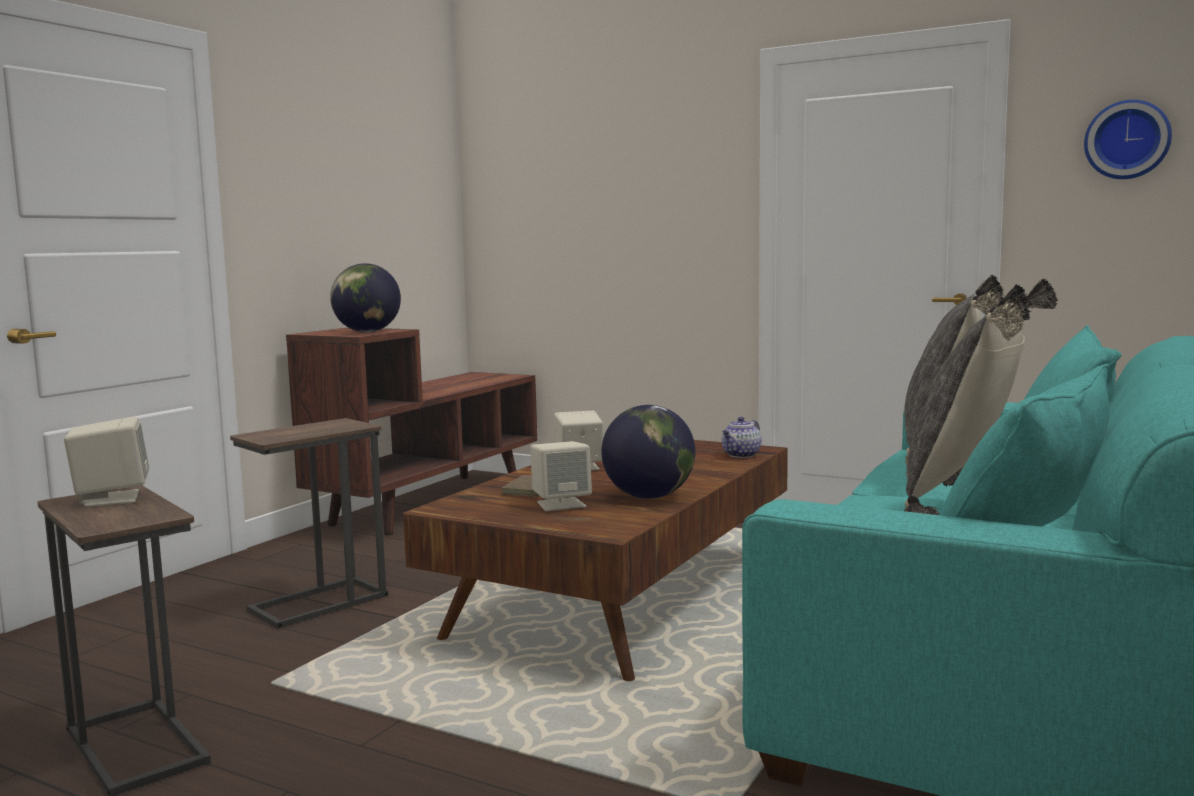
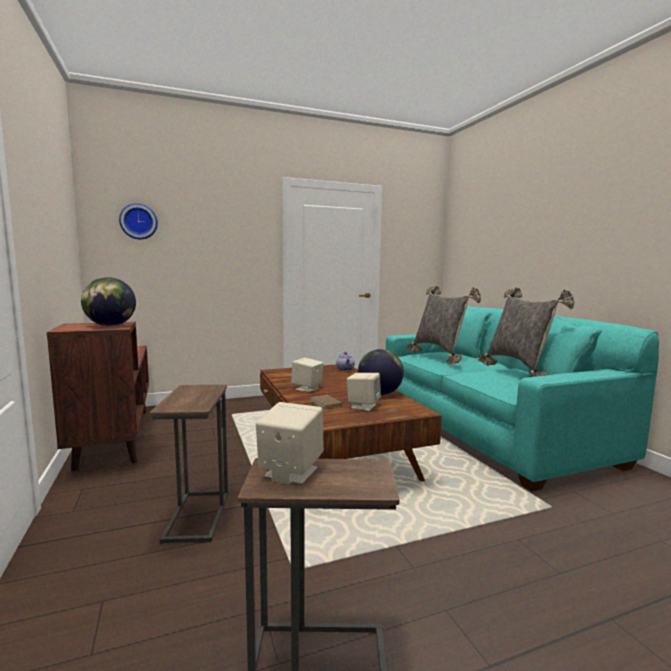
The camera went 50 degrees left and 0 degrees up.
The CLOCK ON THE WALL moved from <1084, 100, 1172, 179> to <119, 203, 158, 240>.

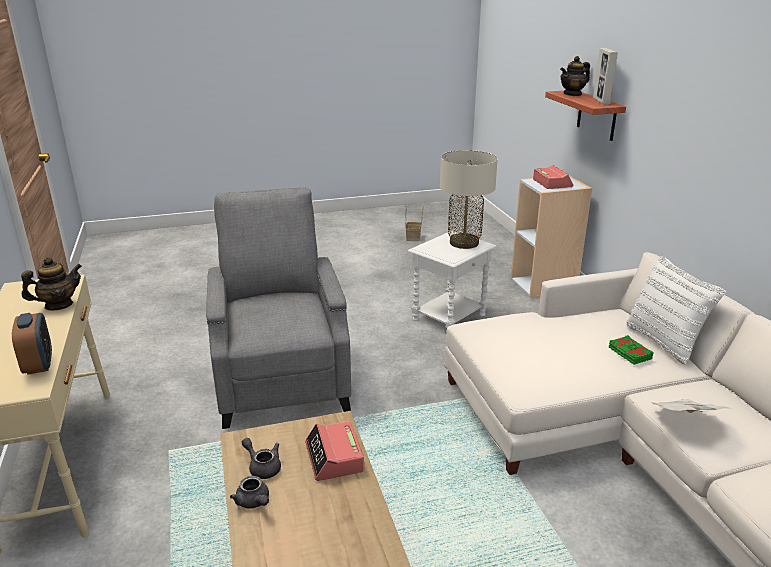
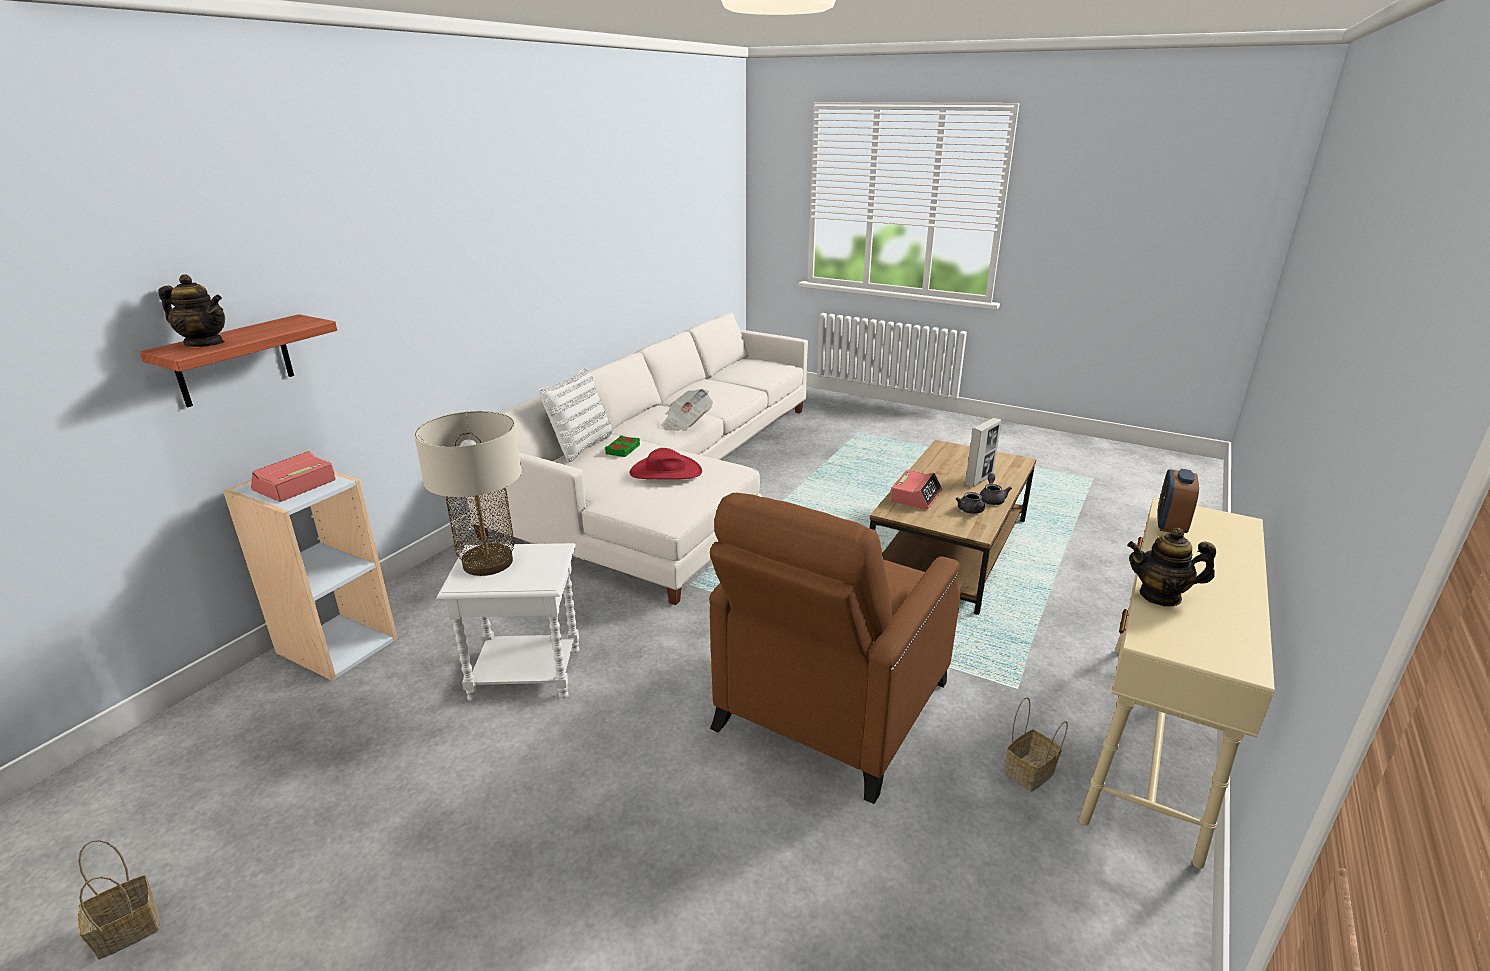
The camera went 135 degrees left and 0 degrees up.
The GRAY ARMCHAIR at <206, 187, 351, 429> became the BROWNISH ARMCHAIR at <709, 493, 961, 804>.
The STANDING FRAME moved from <593, 48, 618, 105> to <965, 418, 1001, 487>.
The RED-COLOURED CLOTHING HAT at <630, 448, 702, 479> appeared.
The HOUSEHOLD BASKET at <1005, 697, 1068, 792> appeared.

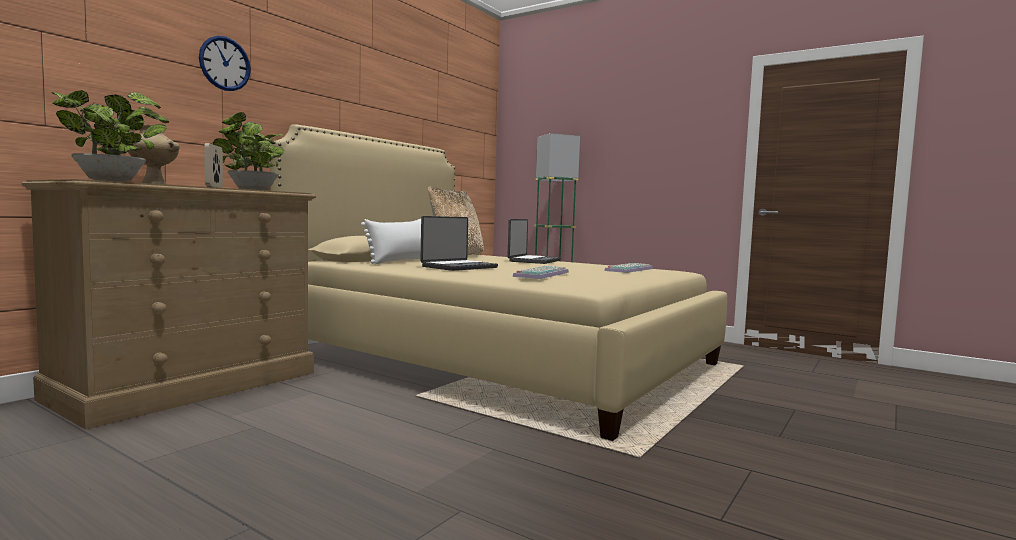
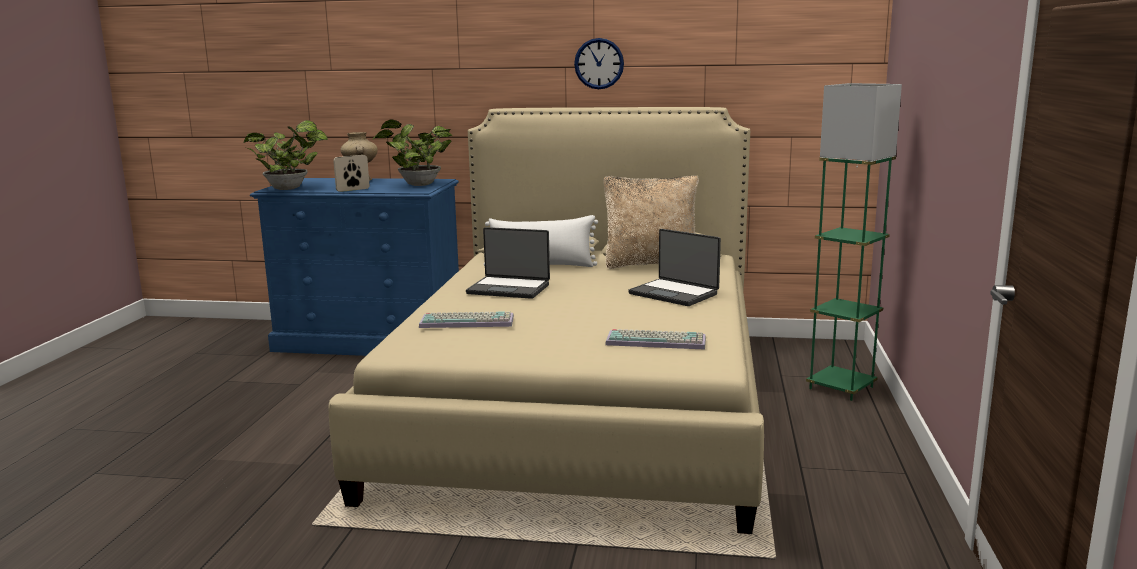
The camera went 65 degrees right and 10 degrees up.
The SAND-COLOURED CHEST OF DRAWERS at <22, 179, 316, 430> became the BLUE-COLOURED CHEST OF DRAWERS at <250, 178, 459, 356>.
The CLOCK ON THE WALL moved from <199, 36, 251, 91> to <574, 38, 624, 89>.
The LAPTOP at <507, 219, 561, 264> turned 45 degrees clockwise.

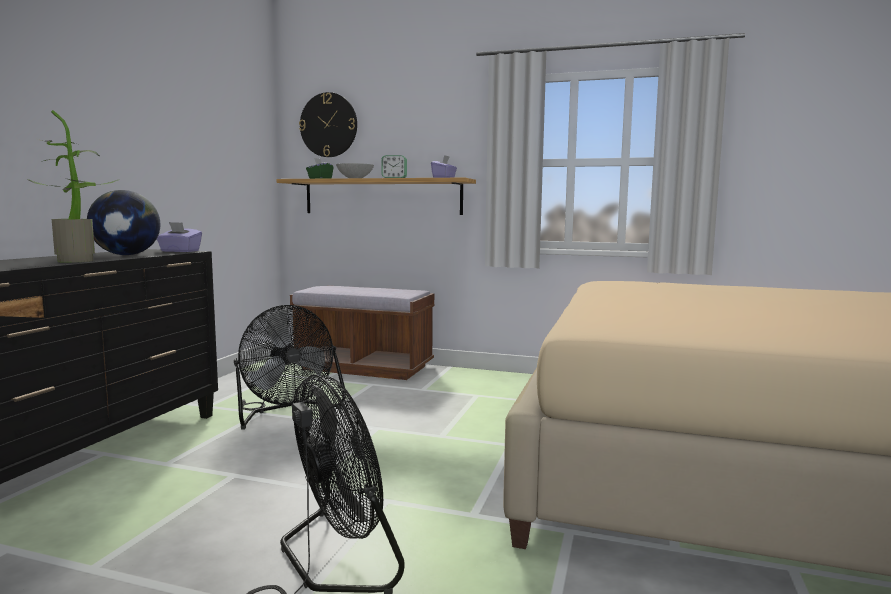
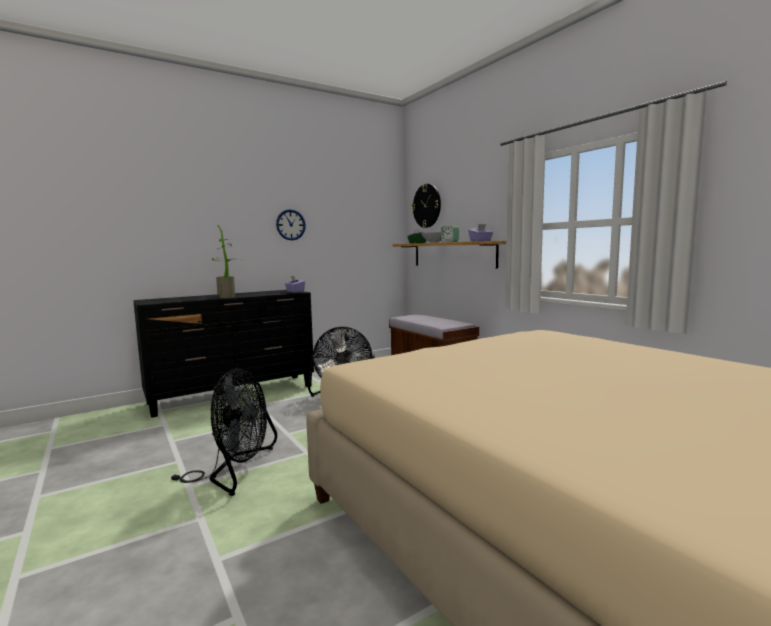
The camera went 40 degrees right and 0 degrees up.
The GLOBE at <87, 190, 160, 255> disappeared.
The CLOCK ON THE WALL at <276, 209, 306, 240> appeared.

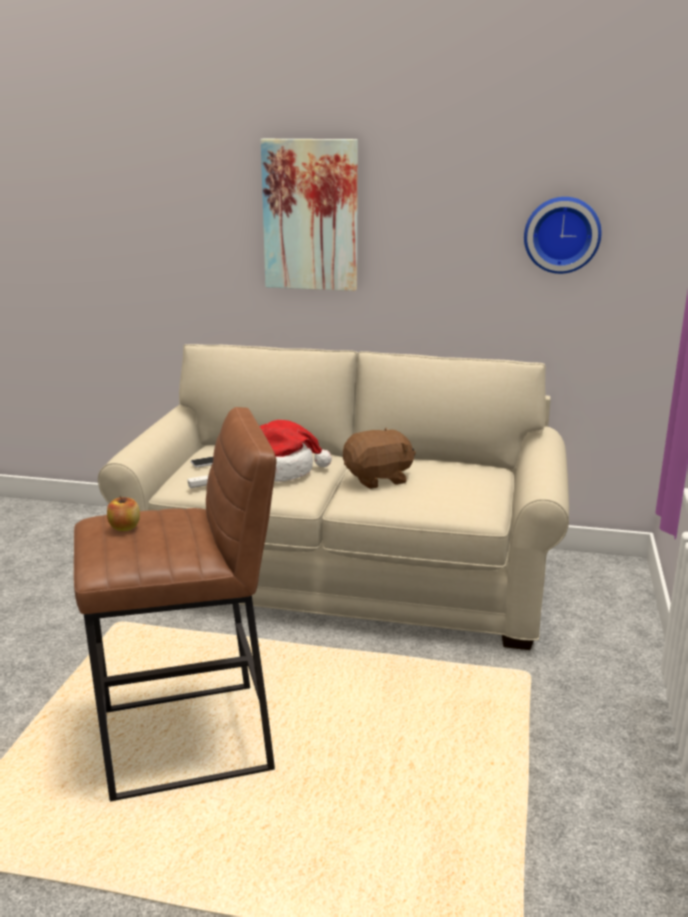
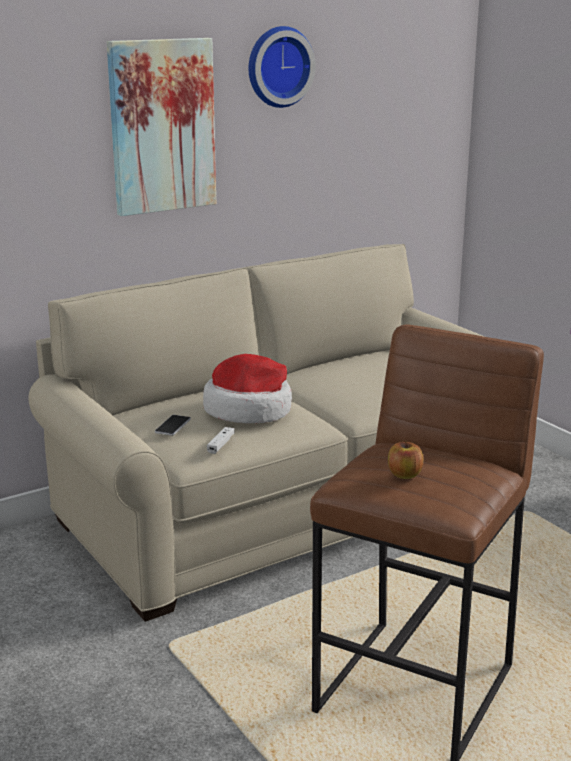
The camera went 45 degrees left and 0 degrees up.
The BROWNISH CUDDLY TOY at <343, 428, 416, 489> disappeared.
The CLOCK ON THE WALL moved from <524, 197, 601, 274> to <249, 26, 316, 108>.

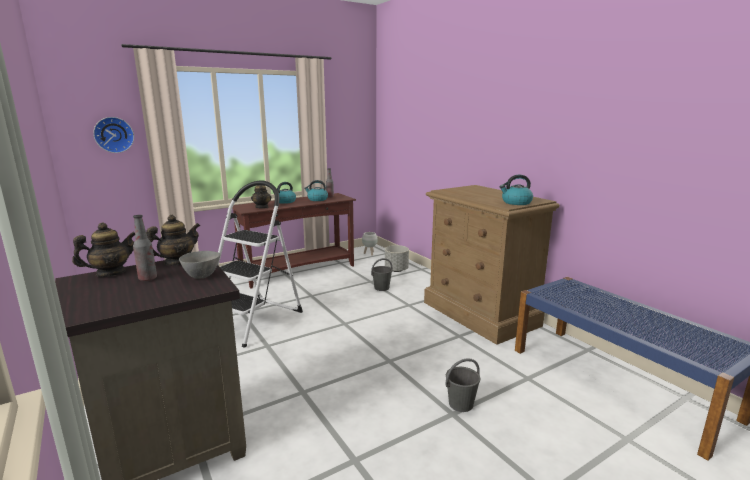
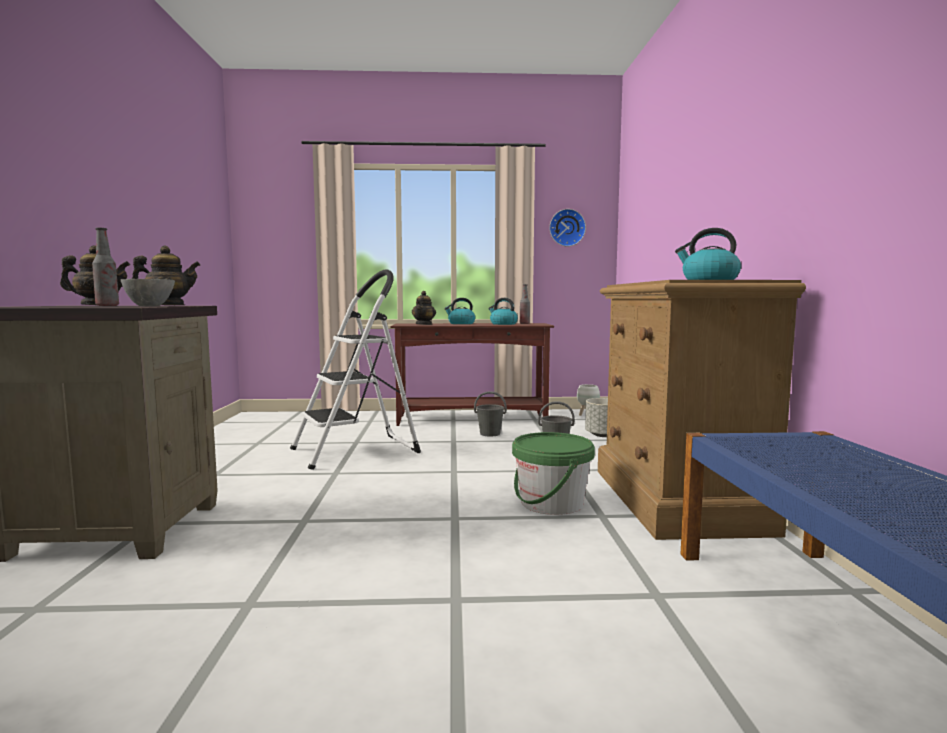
The camera went 30 degrees right and 10 degrees down.
The CLOCK ON THE WALL moved from <93, 117, 134, 153> to <549, 209, 586, 247>.
The GRAY BUCKET moved from <446, 358, 480, 412> to <474, 391, 507, 436>.
The GREEN BUCKET at <512, 432, 595, 515> appeared.

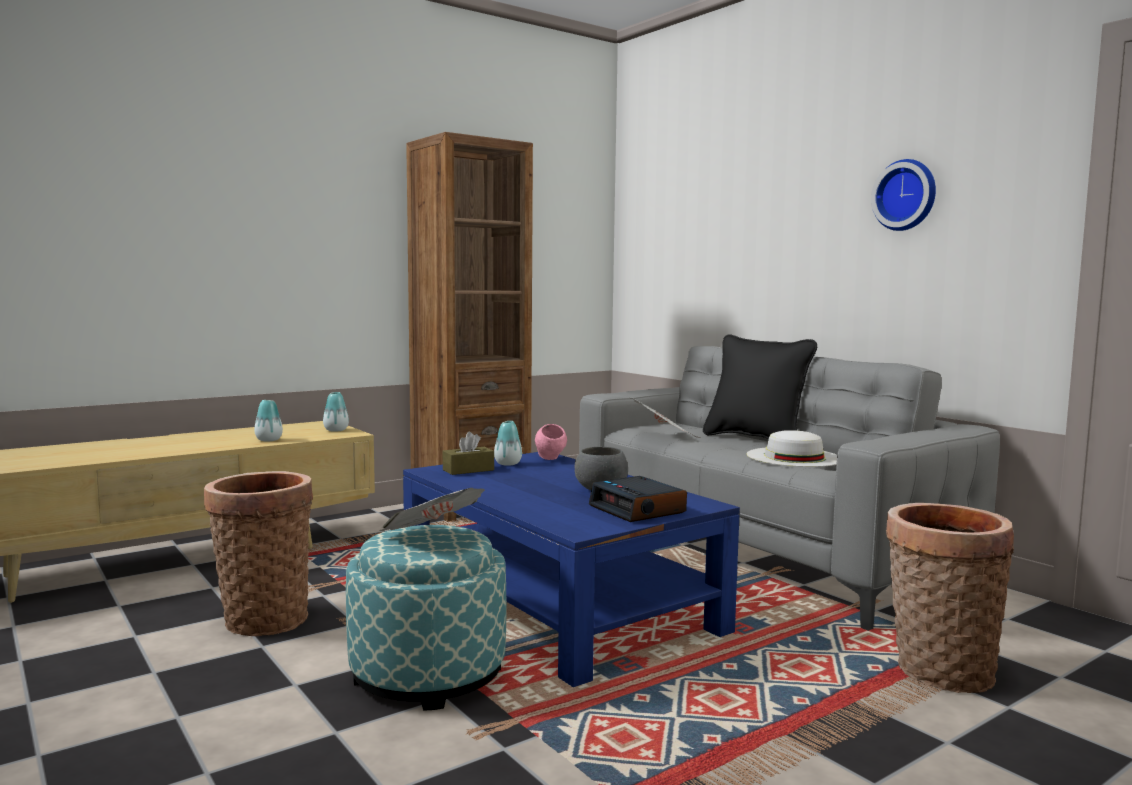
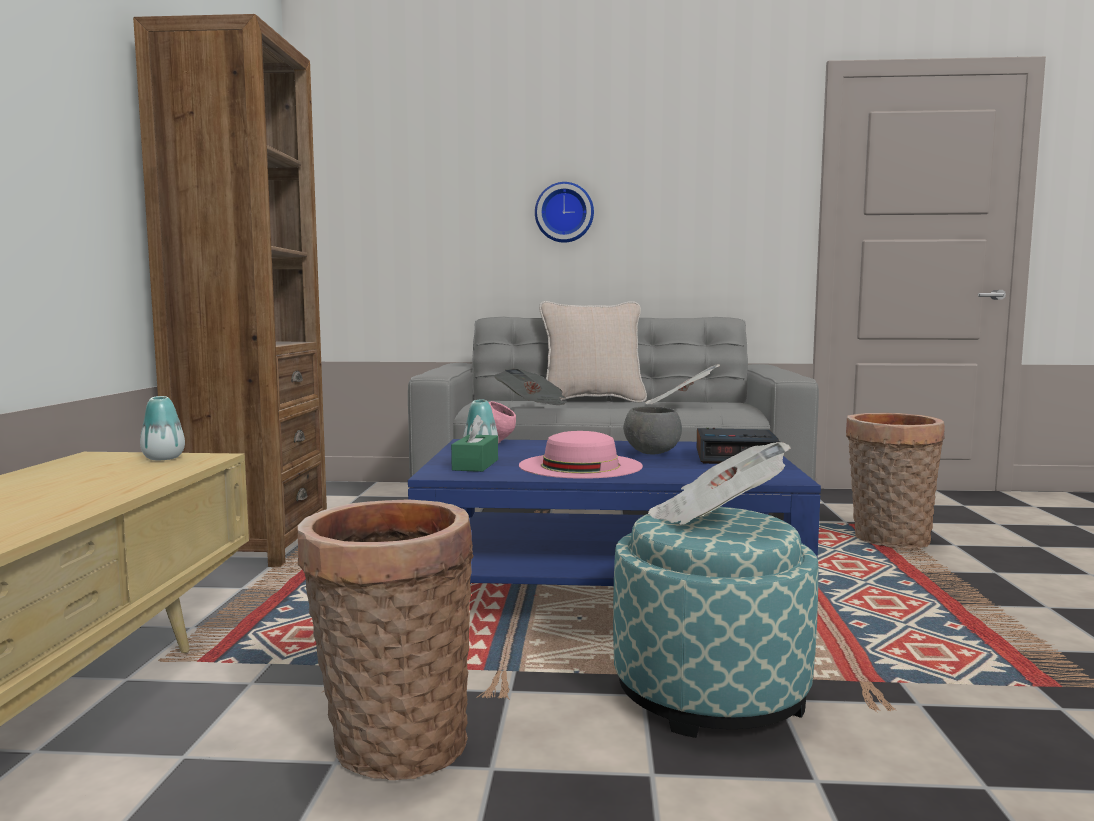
The camera went 50 degrees left and 0 degrees up.
The VASE at <255, 400, 283, 441> disappeared.
The BROWNISH TISSUE BOX at <443, 432, 494, 475> became the GREEN TISSUE BOX at <451, 415, 498, 472>.
The BLACK-COLOURED CUSHION at <703, 334, 817, 439> became the SAND-COLOURED CUSHION at <539, 301, 647, 403>.
The WHITE CLOTHING HAT at <747, 430, 837, 467> was replaced by the PRINTED PAPER at <645, 364, 720, 404>.
The CLOCK ON THE WALL moved from <871, 159, 936, 231> to <535, 182, 594, 243>.
The PINK-COLOURED CLOTHING HAT at <519, 431, 643, 479> appeared.

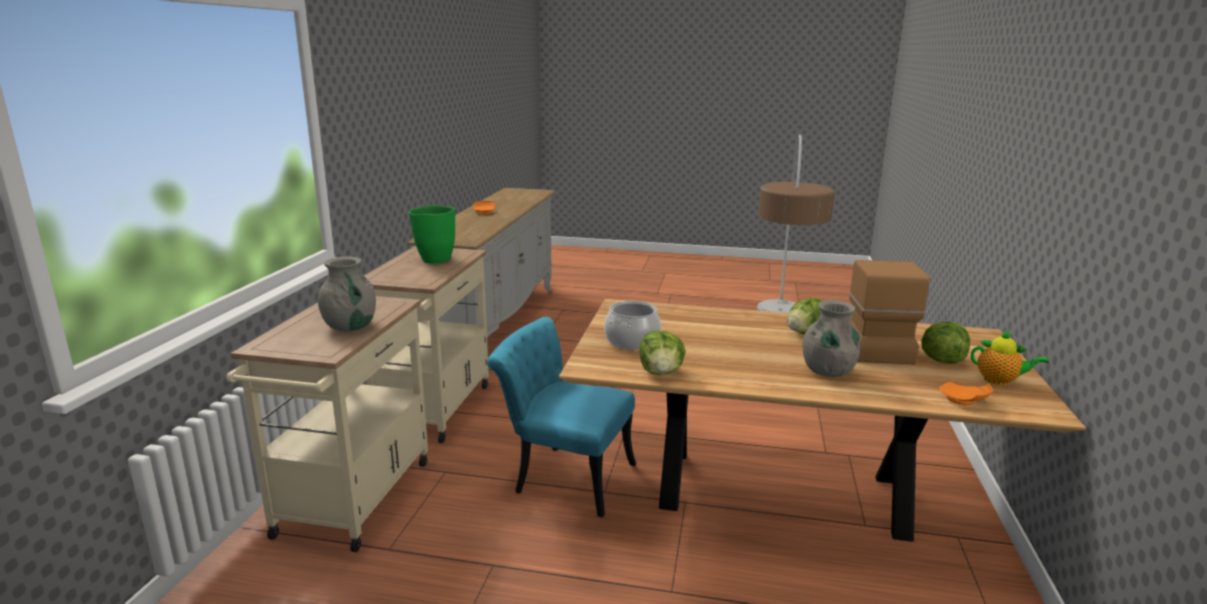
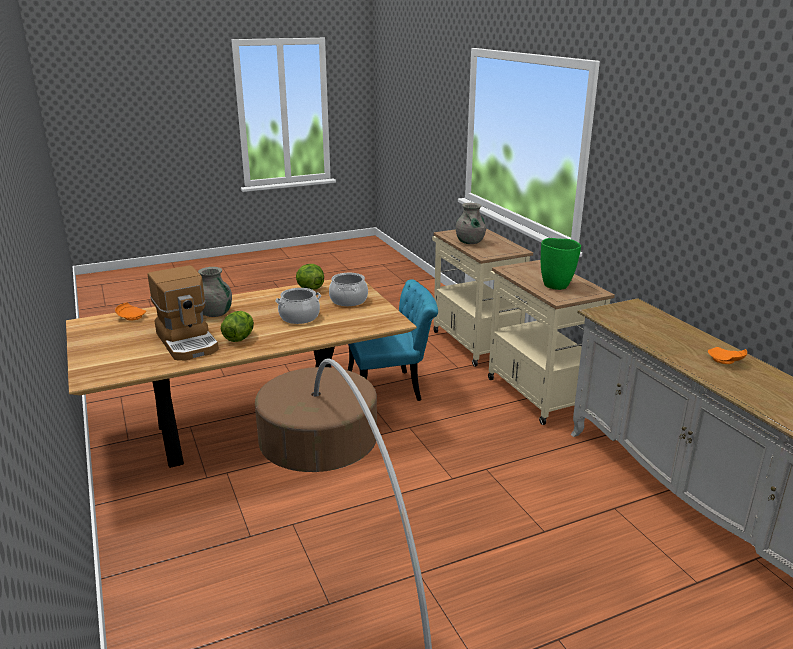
The camera went 145 degrees right and 5 degrees up.
The HEAD OF LETTUCE at <921, 322, 970, 364> disappeared.
The TEAPOT at <971, 330, 1049, 385> disappeared.
The STOCKPOT at <276, 288, 321, 324> appeared.

